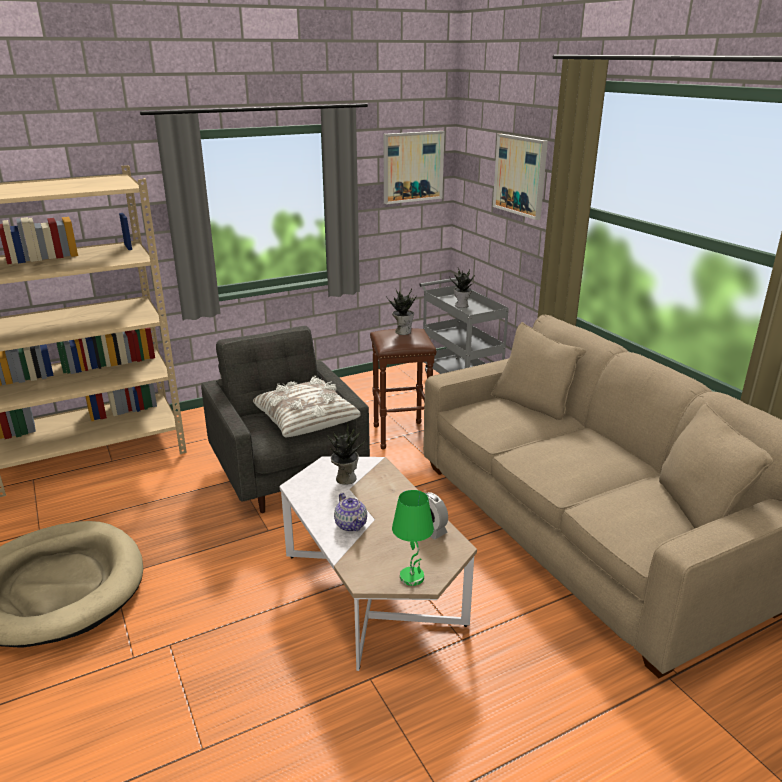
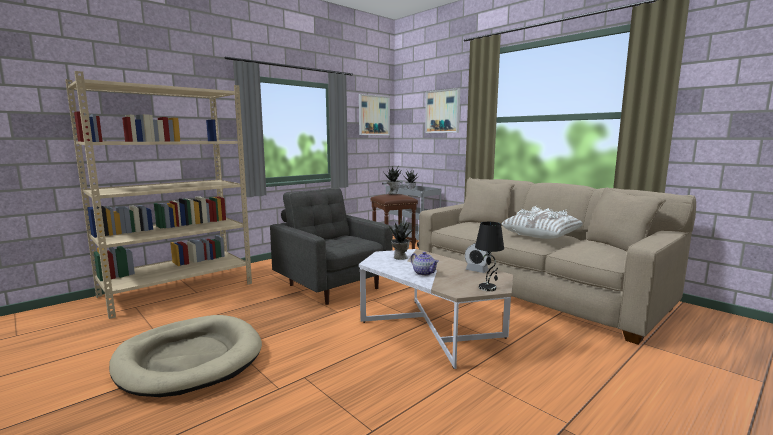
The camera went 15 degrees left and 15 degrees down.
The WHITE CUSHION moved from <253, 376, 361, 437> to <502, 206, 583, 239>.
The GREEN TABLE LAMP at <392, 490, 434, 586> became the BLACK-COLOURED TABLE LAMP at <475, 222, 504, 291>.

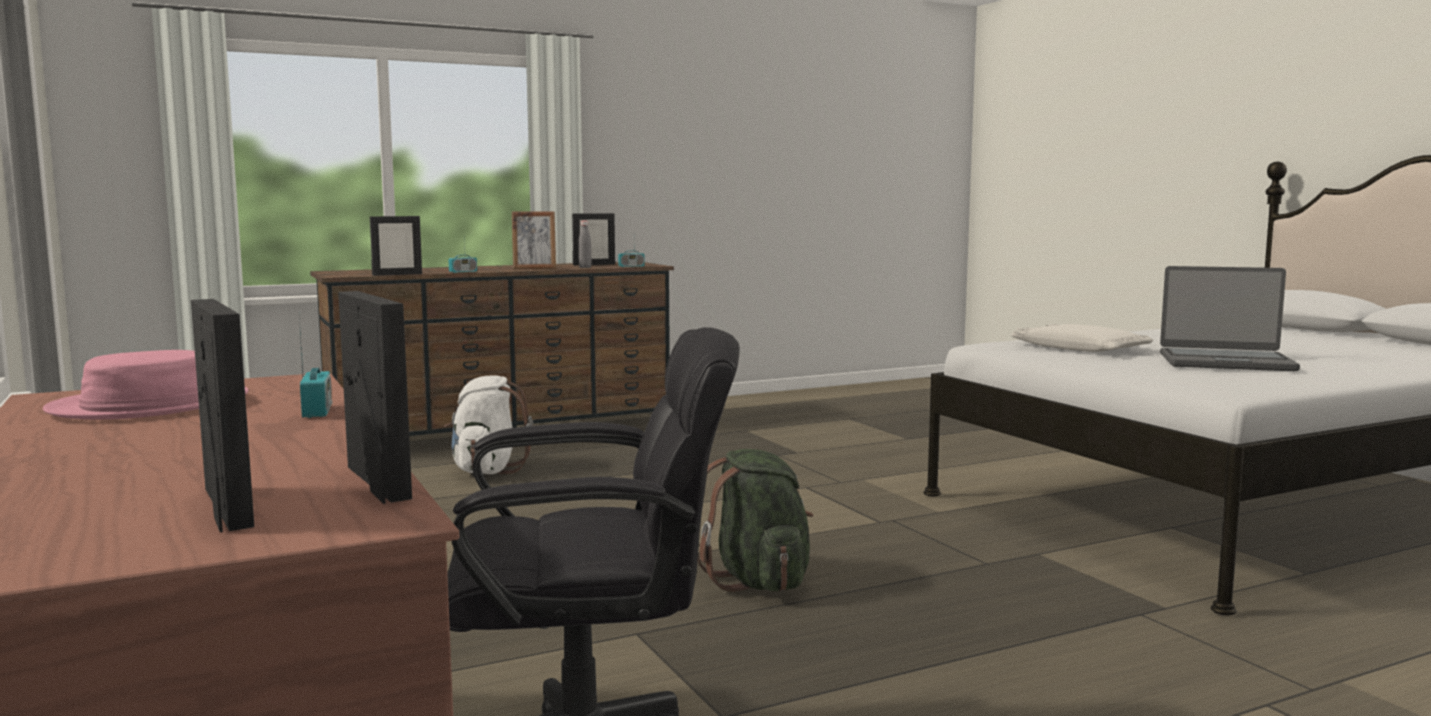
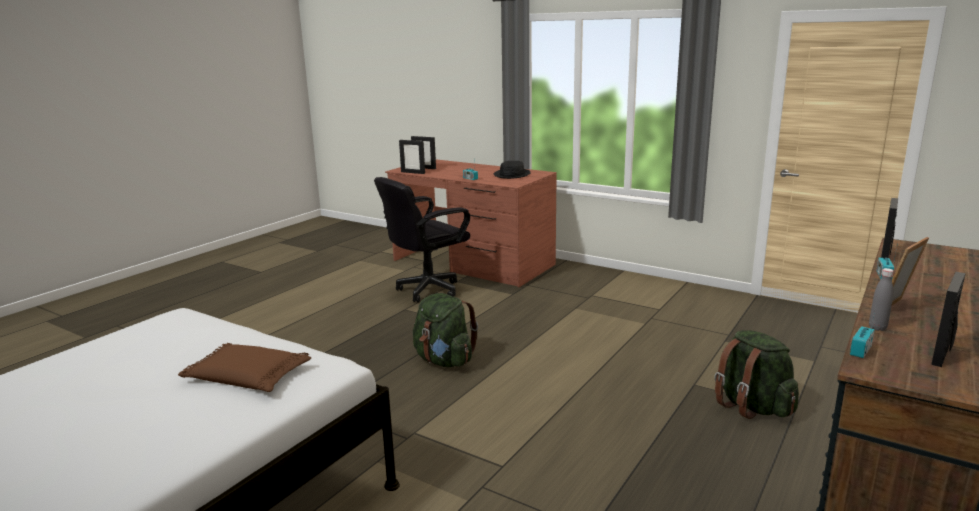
The camera went 150 degrees right and 10 degrees up.
The PINK-COLOURED CLOTHING HAT at <43, 350, 248, 419> became the BLACK-COLOURED CLOTHING HAT at <494, 161, 531, 179>.
The WHITE RUCKSACK at <444, 375, 533, 474> became the GREEN RUCKSACK at <714, 330, 799, 419>.
The WHITE CUSHION at <1011, 324, 1153, 352> became the BROWNISH CUSHION at <178, 342, 311, 392>.
The LAPTOP at <1160, 266, 1300, 371> disappeared.

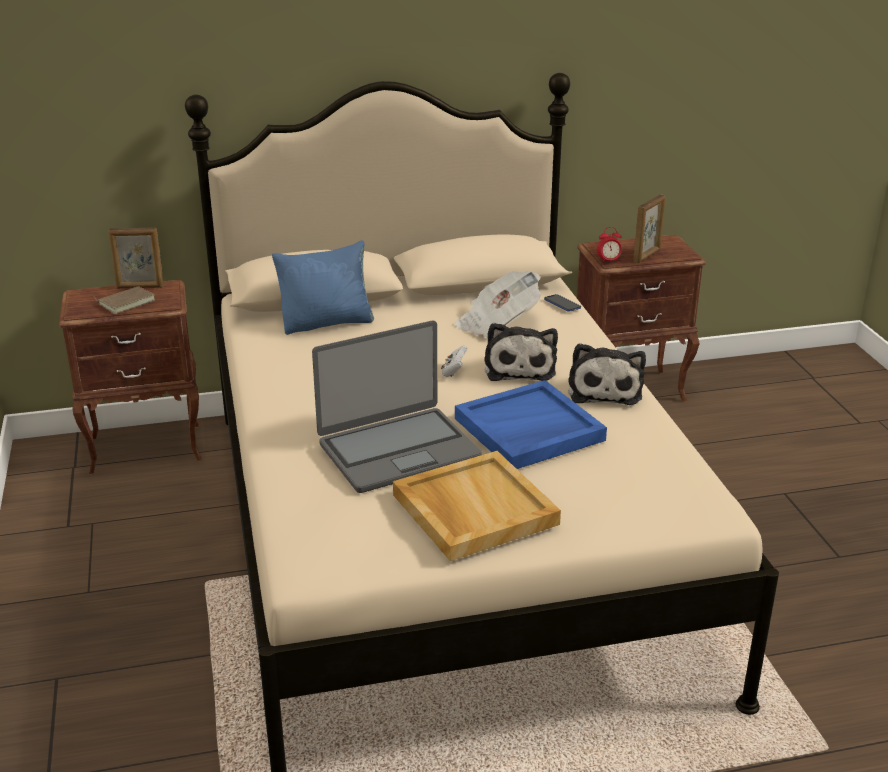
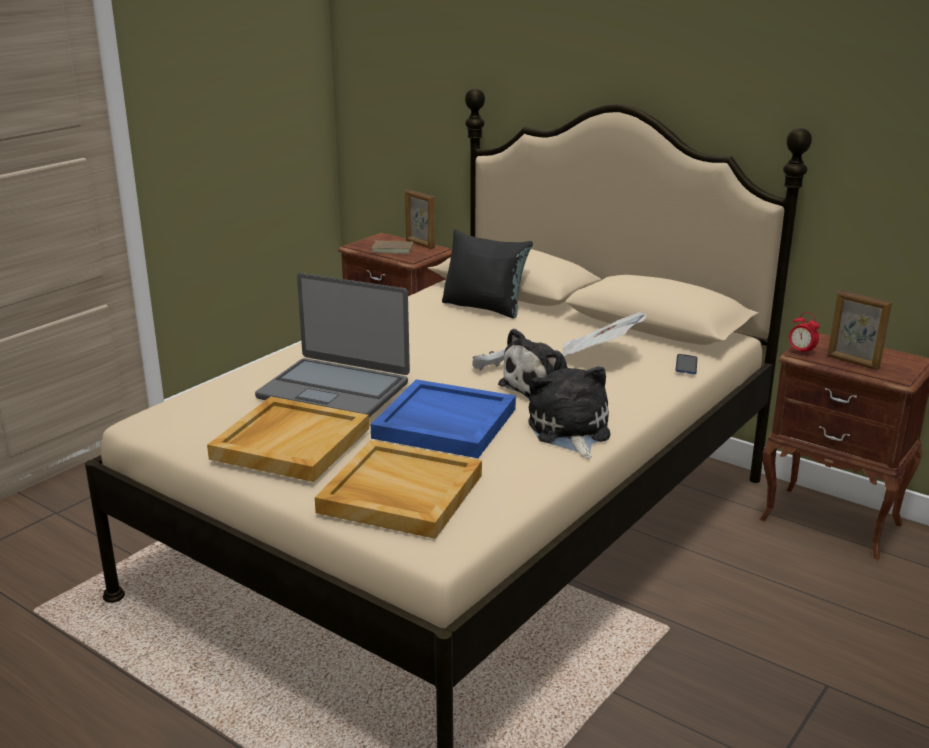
The camera went 50 degrees right and 5 degrees down.
The BLUE-COLOURED CUSHION at <272, 240, 374, 335> became the BLACK-COLOURED CUSHION at <442, 229, 533, 319>.
The CUDDLY TOY at <568, 343, 646, 405> turned 120 degrees clockwise.
The STANDING FRAME at <633, 194, 665, 263> turned 45 degrees clockwise.
The SAND-COLOURED TRAY at <315, 440, 482, 539> appeared.

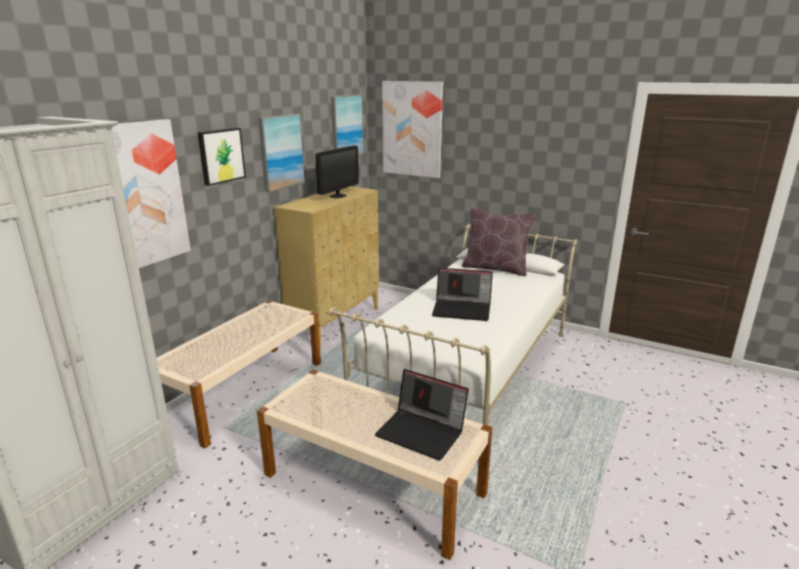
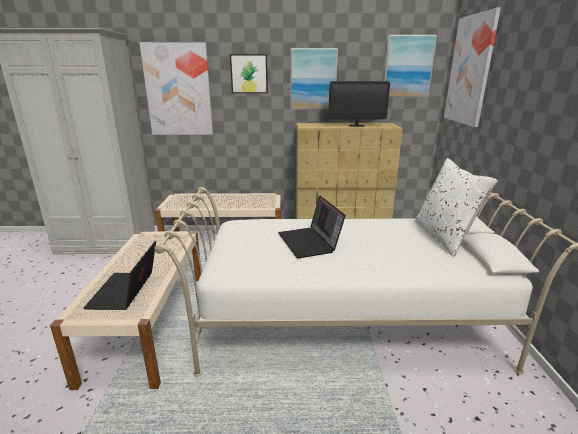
The camera went 60 degrees right and 0 degrees up.
The BROWNISH CUSHION at <462, 208, 536, 276> became the WHITE CUSHION at <415, 158, 498, 257>.

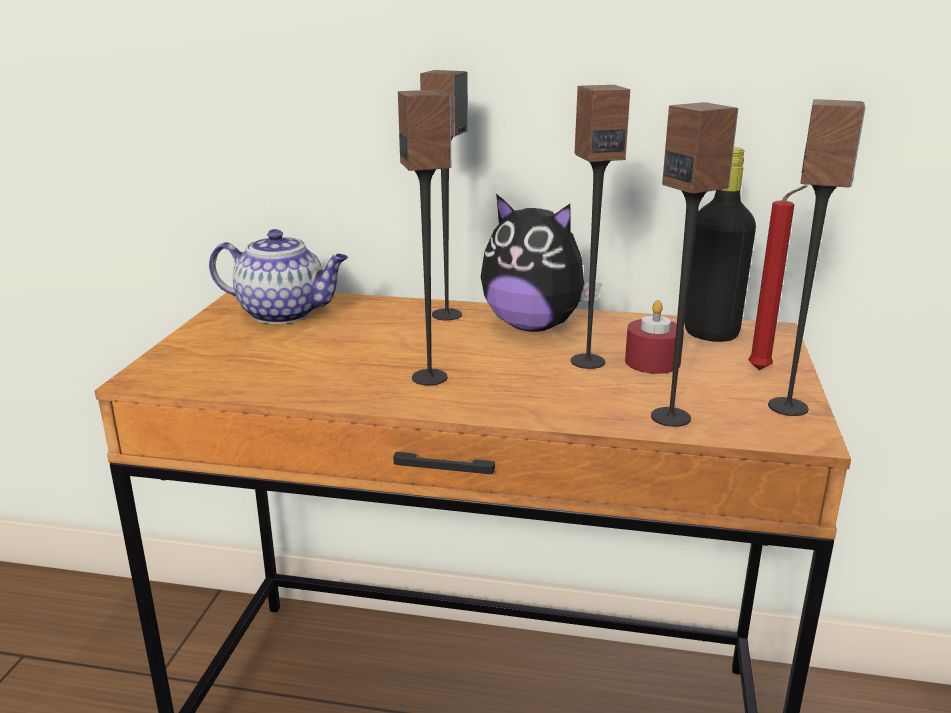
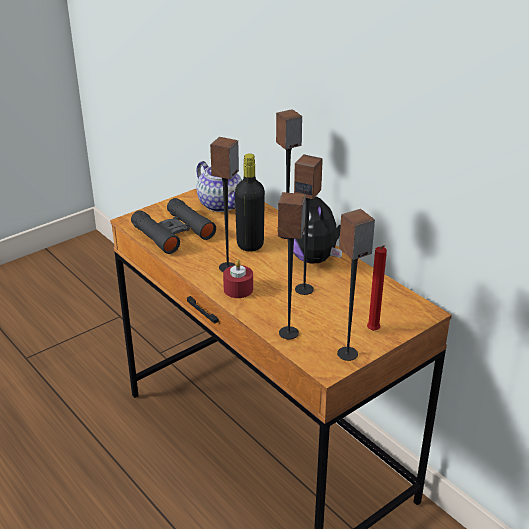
The camera went 40 degrees right and 10 degrees up.
The RED-COLOURED WAX LIGHT moved from <625, 300, 684, 374> to <223, 260, 253, 298>.
The BLACK-COLOURED DRINK BOTTLE moved from <684, 147, 756, 342> to <235, 154, 265, 252>.
The BLACK-COLOURED BINOCULARS at <131, 198, 216, 254> appeared.

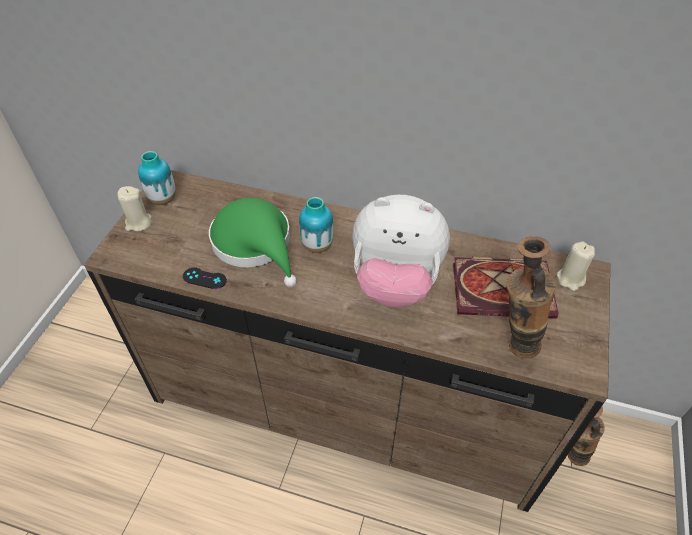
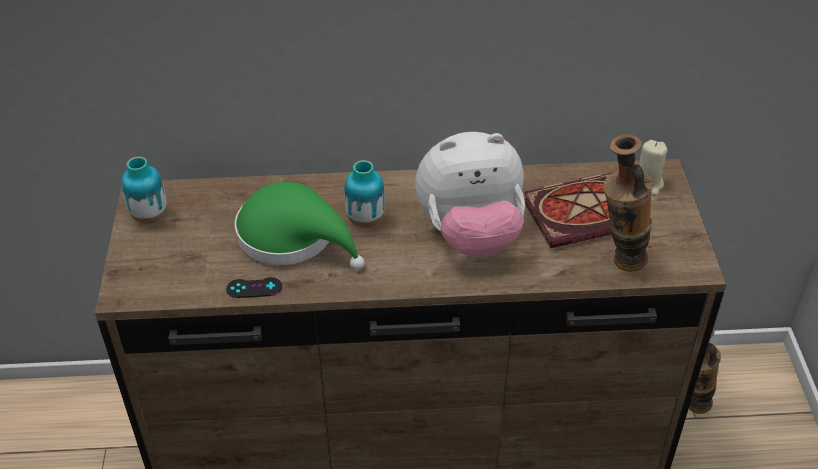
The camera went 20 degrees left and 5 degrees down.
The SAND-COLOURED WAX LIGHT at <117, 186, 152, 231> disappeared.

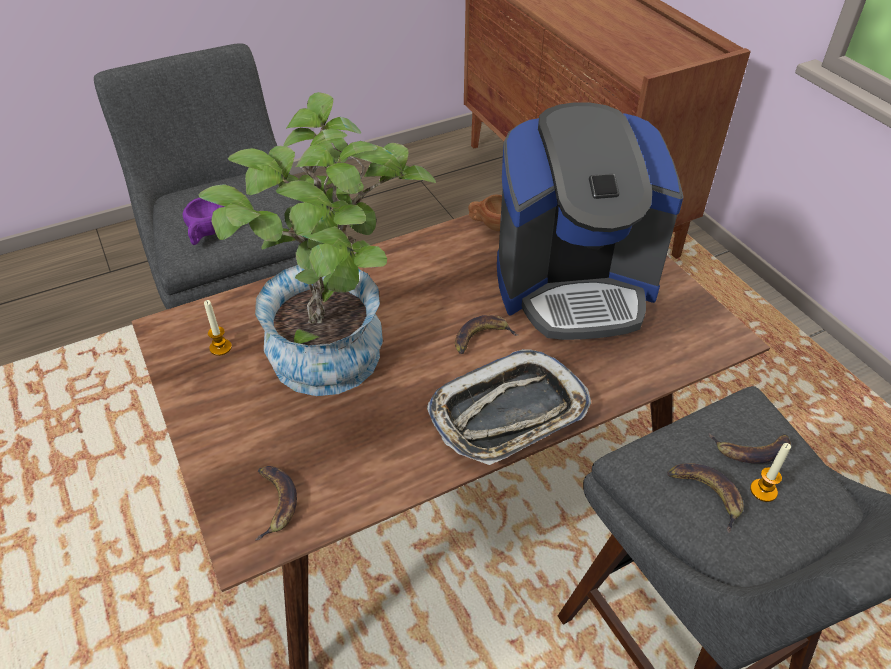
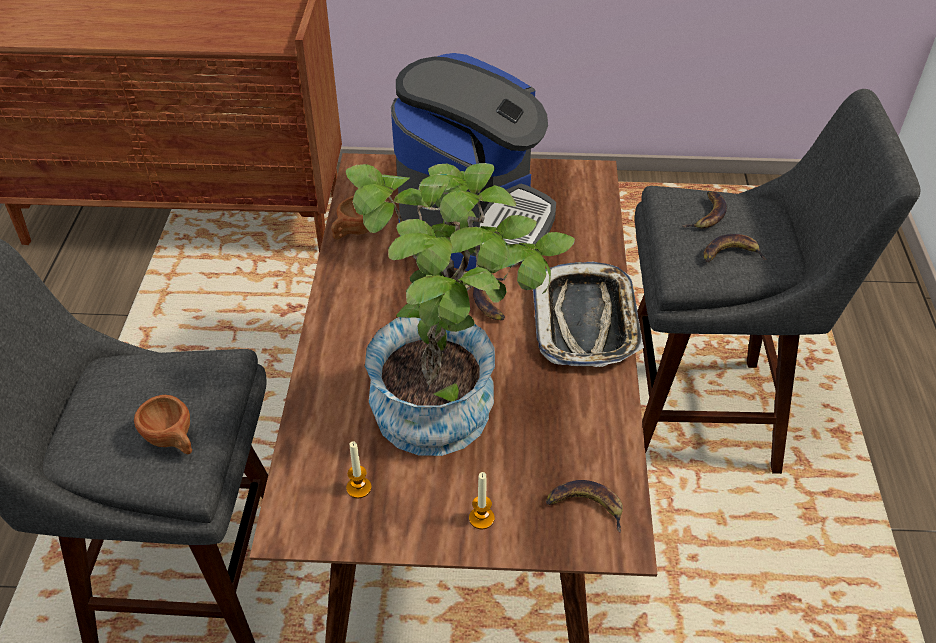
The camera went 60 degrees left and 0 degrees up.
The PURPLE-COLOURED CUP at <182, 198, 225, 245> became the BROWNISH CUP at <134, 395, 192, 454>.
The WAX LIGHT moved from <750, 443, 791, 502> to <469, 472, 495, 529>.

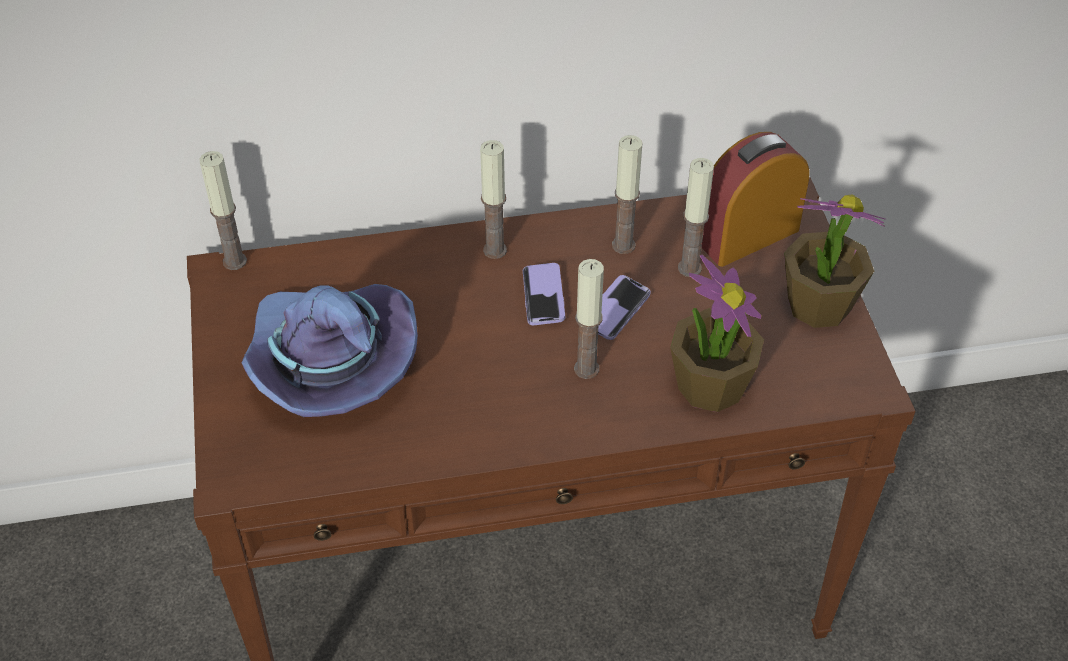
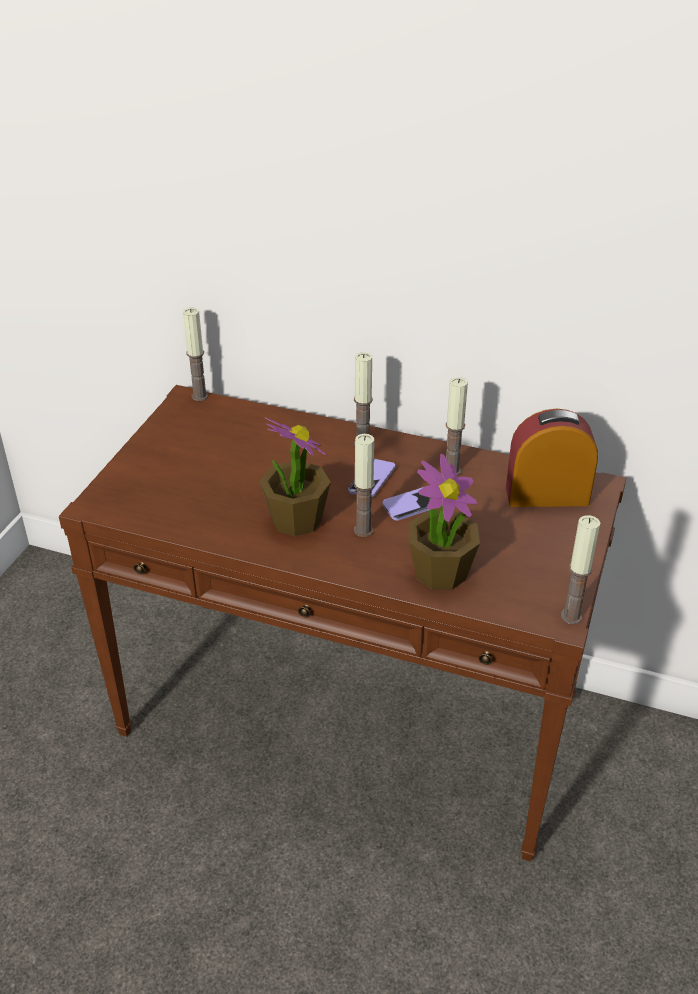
The camera went 30 degrees right and 10 degrees down.
The PURPLE-COLOURED CLOTHING HAT at <242, 284, 418, 417> disappeared.
The WAX LIGHT moved from <678, 158, 714, 277> to <561, 515, 600, 624>.
The POTTED PLANT moved from <784, 195, 886, 328> to <260, 417, 331, 537>.

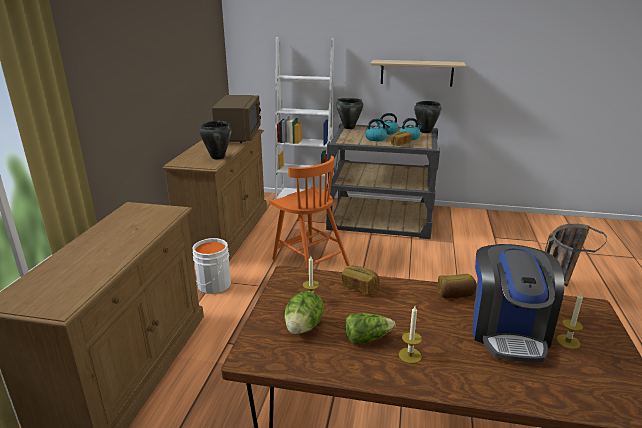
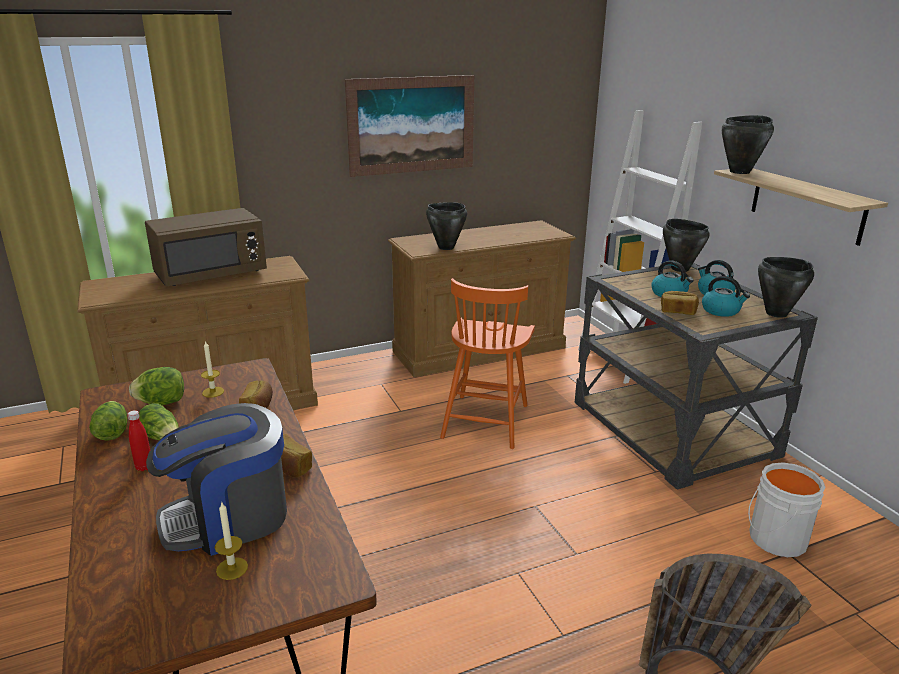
The camera went 55 degrees right and 0 degrees up.
The WHITE BUCKET moved from <192, 238, 231, 294> to <748, 462, 825, 557>.
The BROWNISH KITCHEN MICROWAVE moved from <212, 95, 261, 143> to <145, 208, 267, 286>.
The WAX LIGHT at <399, 306, 422, 363> was replaced by the RED-COLOURED DRINK BOTTLE at <128, 410, 150, 471>.
The HEAD OF LETTUCE at <89, 401, 127, 441> appeared.
The WALL PICTURE at <345, 75, 474, 177> appeared.
The BLACK-COLOURED STOCKPOT at <722, 115, 774, 174> appeared.

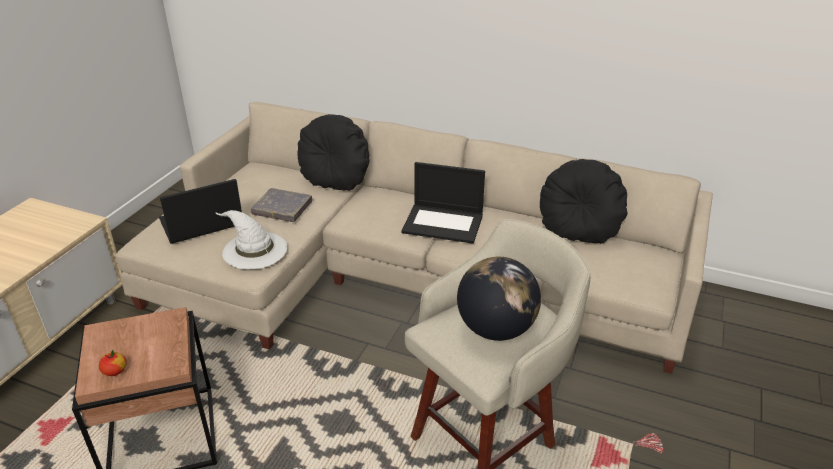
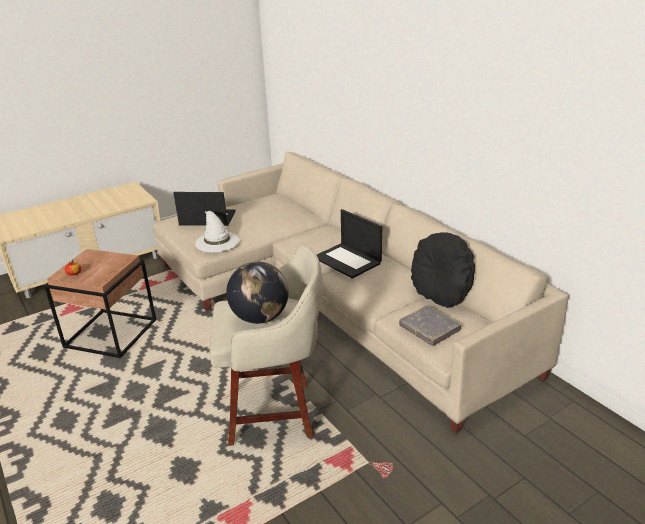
The camera went 35 degrees right and 5 degrees down.
The GRAY BOUND BOOK moved from <251, 188, 312, 222> to <399, 305, 461, 346>.
The BLACK-COLOURED CUSHION at <297, 114, 369, 191> disappeared.

